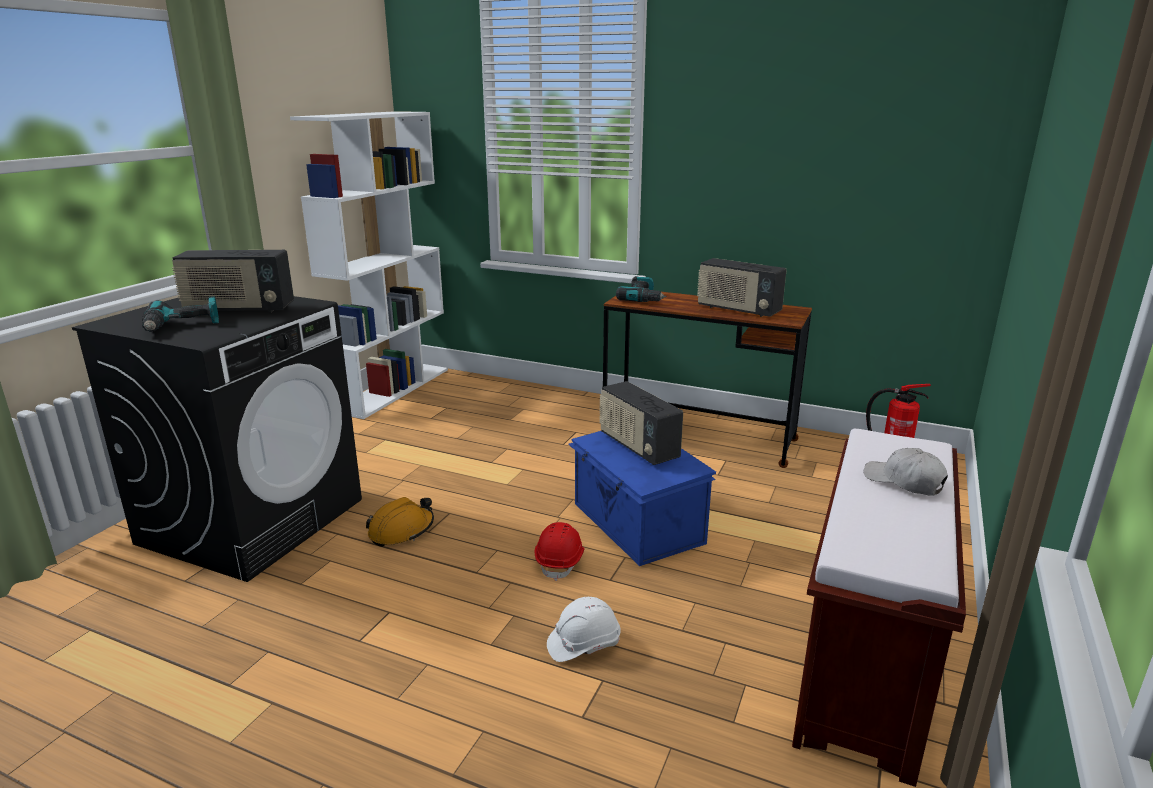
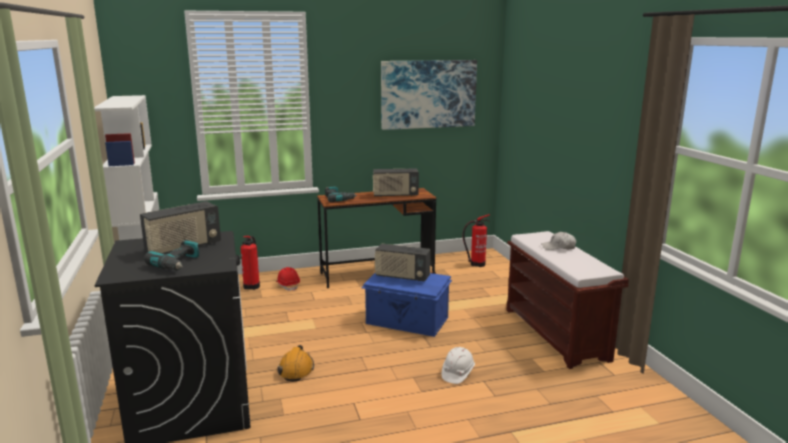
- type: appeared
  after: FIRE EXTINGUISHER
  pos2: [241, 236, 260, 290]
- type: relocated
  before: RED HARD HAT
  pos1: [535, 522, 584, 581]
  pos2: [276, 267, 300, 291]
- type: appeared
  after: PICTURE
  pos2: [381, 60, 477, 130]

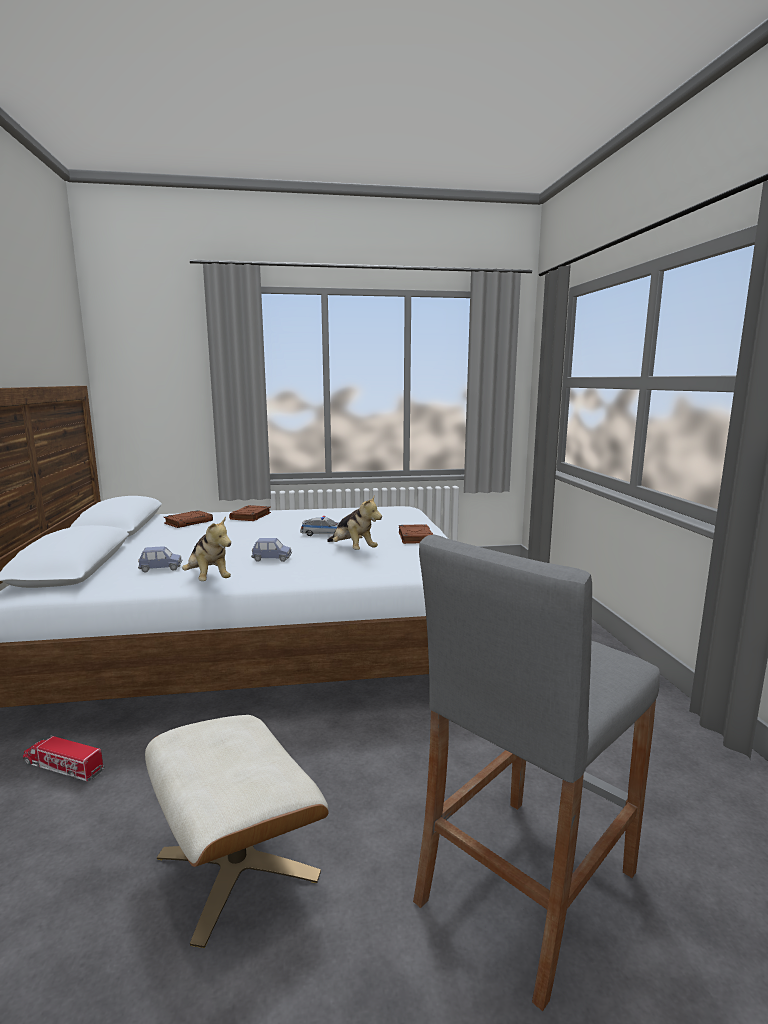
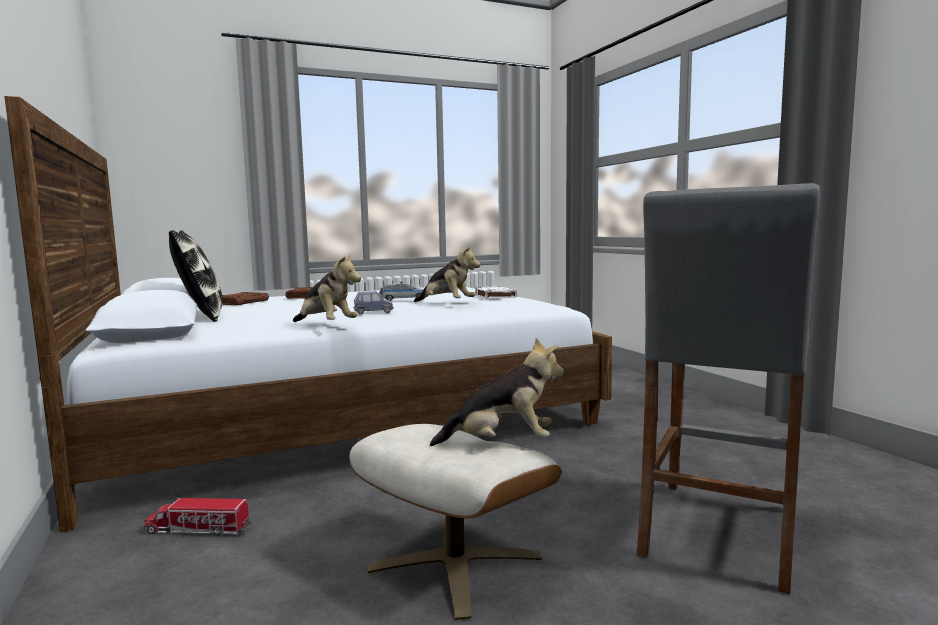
- type: appeared
  after: PILLOW
  pos2: [169, 230, 223, 322]
- type: appeared
  after: PLUSH TOY
  pos2: [430, 338, 564, 446]
- type: colour
  before: BROWN BOOK
  after: WHITE BOOK
  pos1: [399, 524, 434, 544]
  pos2: [474, 286, 517, 299]
- type: missing
  before: BLUE TOY CAR
  pos1: [138, 546, 182, 572]

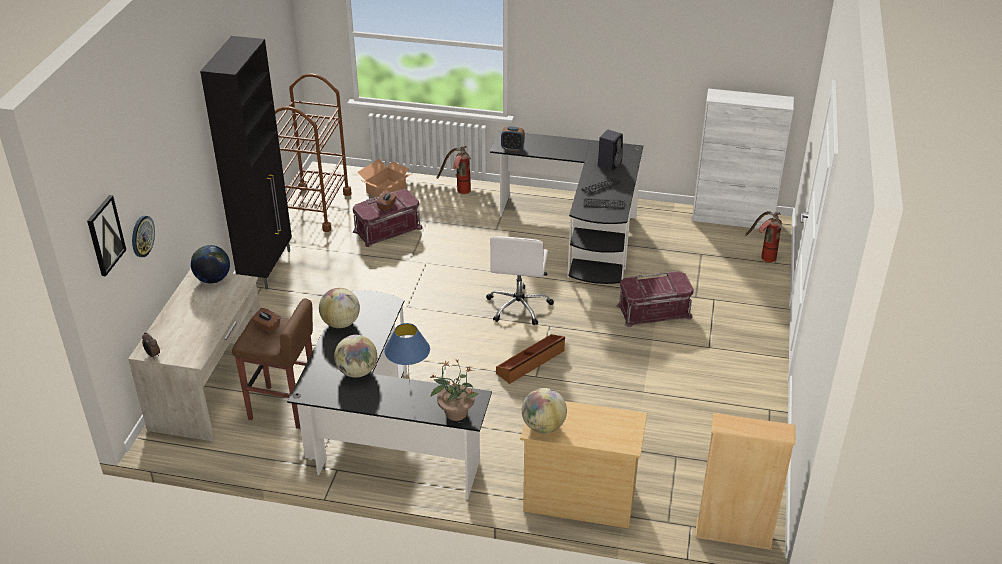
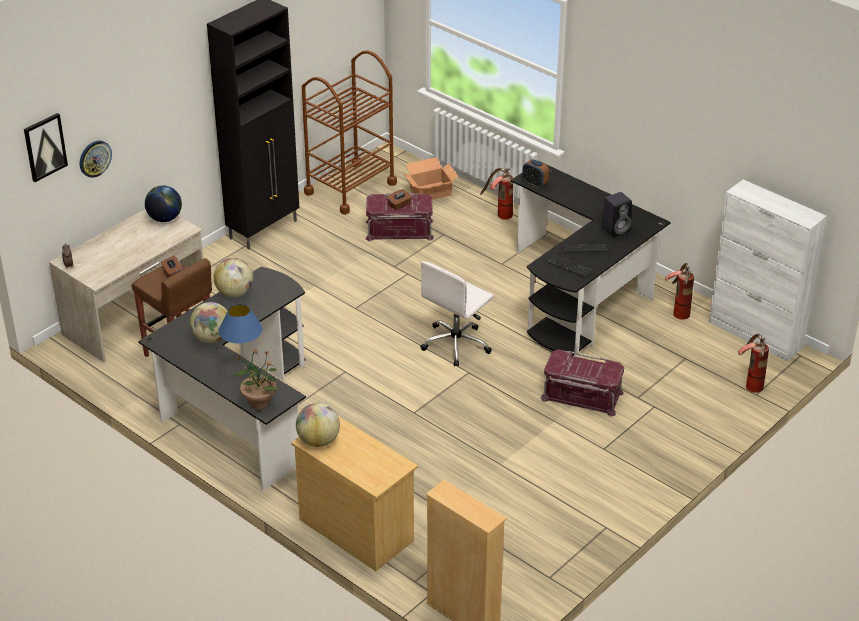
- type: appeared
  after: FIRE EXTINGUISHER
  pos2: [665, 263, 694, 320]
- type: missing
  before: BROWN STORAGE BOX
  pos1: [496, 334, 565, 384]

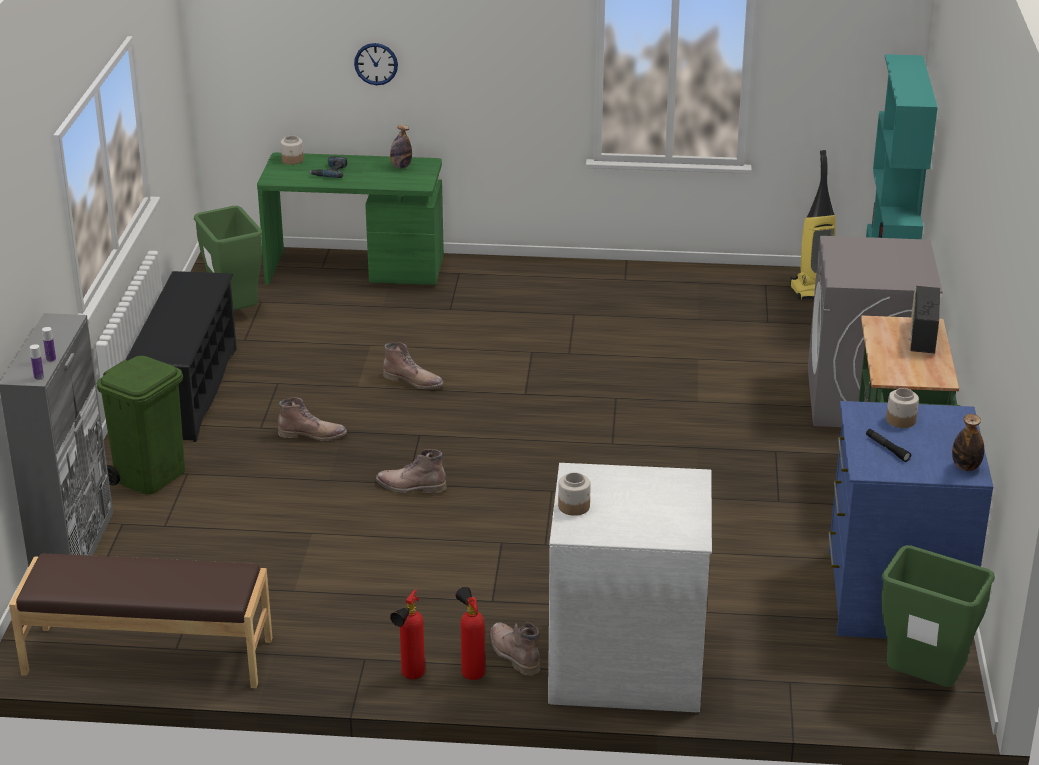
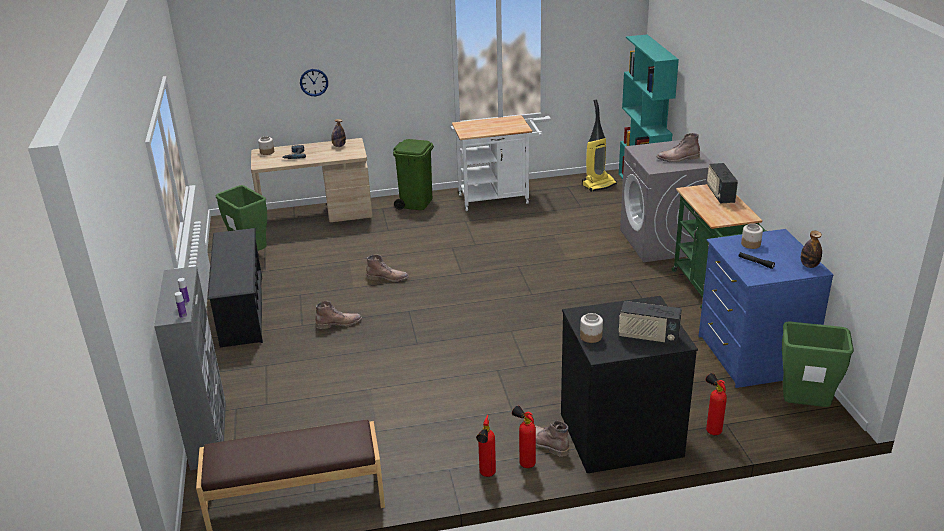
- type: colour
  before: GREEN DESK
  after: BEIGE DESK
  pos1: [257, 153, 444, 285]
  pos2: [251, 138, 373, 222]
- type: relocated
  before: GREEN TRASH CAN
  pos1: [97, 356, 185, 495]
  pos2: [393, 139, 434, 210]
- type: appeared
  after: WHITE CART
  pos2: [452, 115, 543, 211]
- type: colour
  before: WHITE DRESSER
  after: BLACK DRESSER
  pos1: [548, 463, 712, 712]
  pos2: [561, 296, 698, 473]
- type: appeared
  after: RADIO
  pos2: [619, 301, 682, 345]
- type: relocated
  before: BROWN BOOT
  pos1: [376, 449, 447, 493]
  pos2: [656, 133, 700, 162]
- type: appeared
  after: FIRE EXTINGUISHER
  pos2: [706, 373, 727, 435]

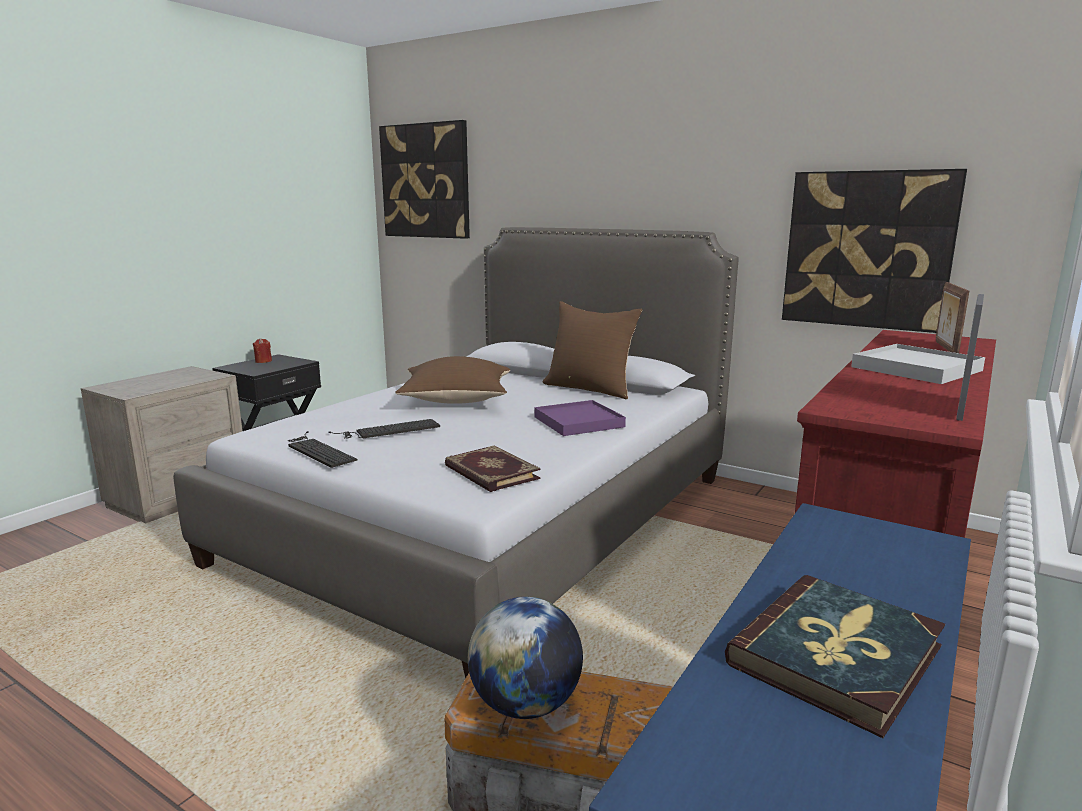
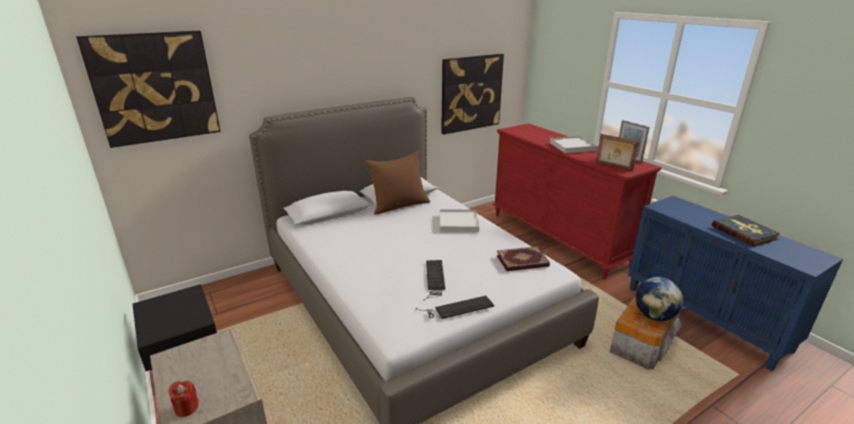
- type: relocated
  before: RED CANDLE
  pos1: [253, 338, 272, 363]
  pos2: [168, 381, 199, 417]
- type: colour
  before: PURPLE TRAY
  after: WHITE TRAY
  pos1: [534, 400, 626, 436]
  pos2: [440, 209, 479, 232]
- type: relocated
  before: PICTURE FRAME
  pos1: [936, 282, 969, 353]
  pos2: [596, 134, 639, 171]
- type: missing
  before: BROWN PILLOW
  pos1: [395, 356, 510, 404]

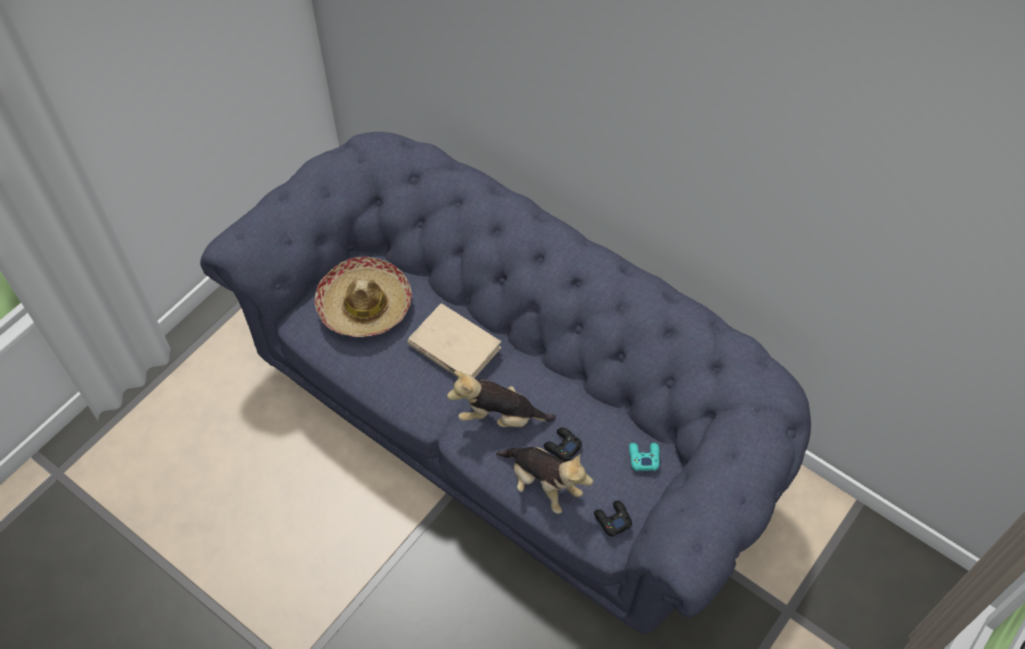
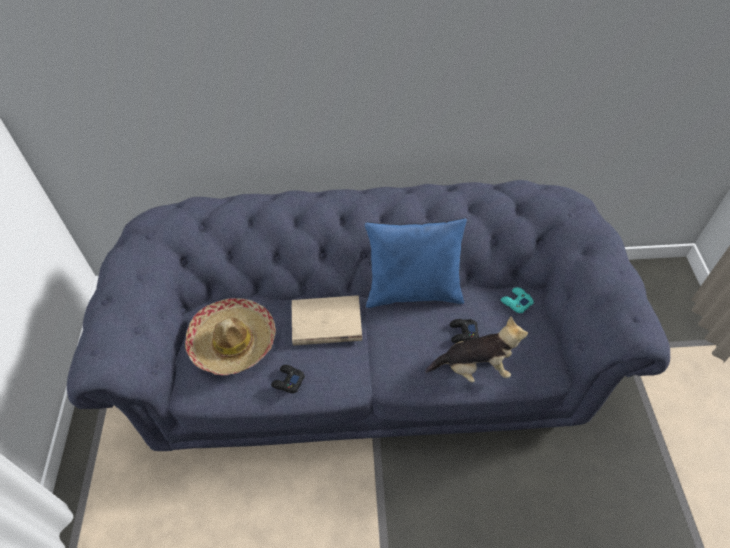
- type: relocated
  before: BLACK GAME CONTROLLER
  pos1: [594, 501, 632, 537]
  pos2: [271, 365, 305, 393]
- type: appeared
  after: BLUE PILLOW
  pos2: [365, 218, 467, 308]
- type: missing
  before: PLUSH TOY
  pos1: [447, 371, 556, 427]

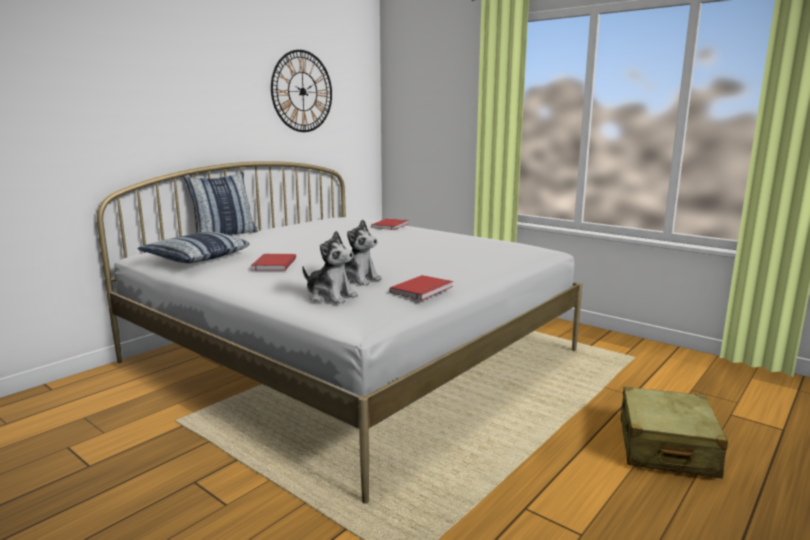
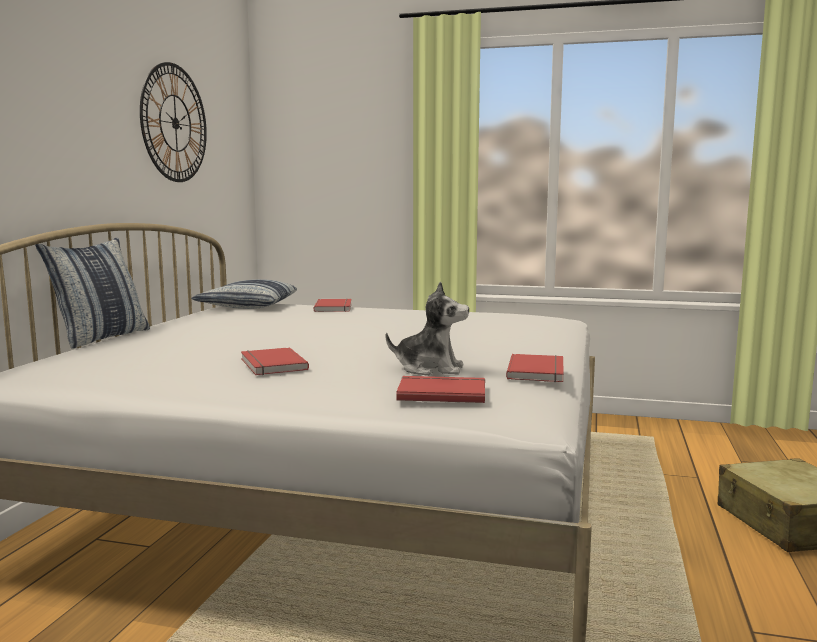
- type: relocated
  before: PILLOW
  pos1: [137, 232, 249, 264]
  pos2: [192, 279, 297, 309]
- type: exchanged
  before: PLUSH TOY
  after: RED BOOK
  pos1: [302, 231, 358, 304]
  pos2: [396, 376, 485, 403]

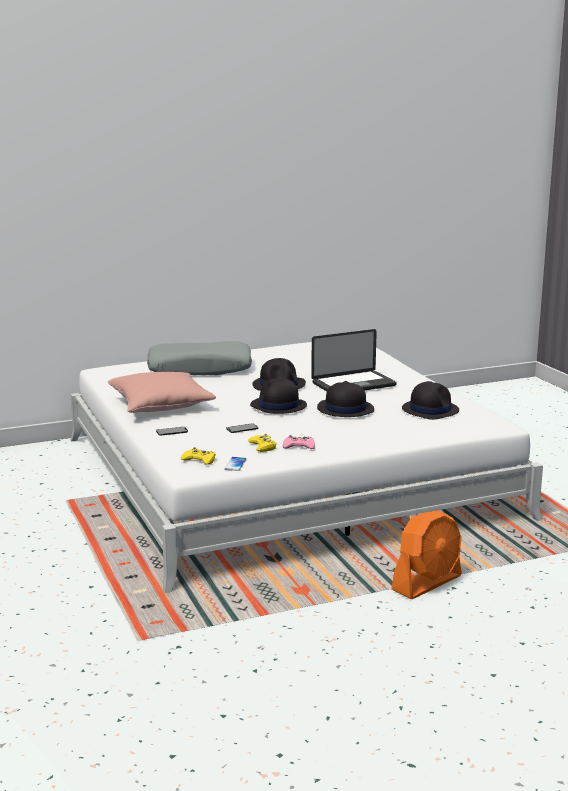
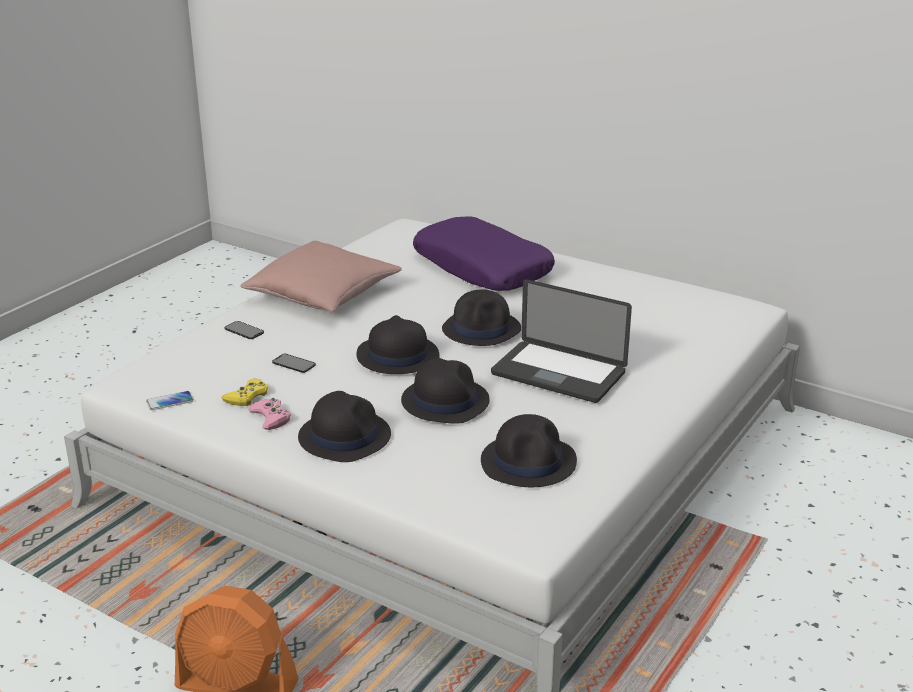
- type: appeared
  after: BLACK HAT
  pos2: [298, 391, 391, 462]
- type: colour
  before: GREY PILLOW
  after: PURPLE PILLOW
  pos1: [147, 341, 252, 375]
  pos2: [413, 216, 555, 291]
- type: missing
  before: YELLOW GAME CONTROLLER
  pos1: [181, 447, 216, 465]

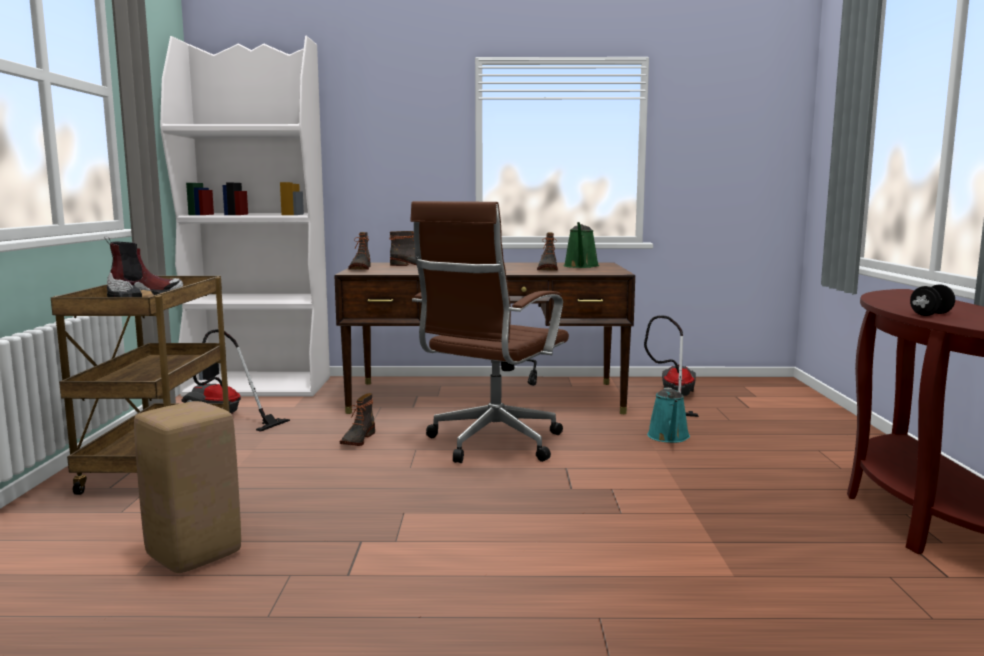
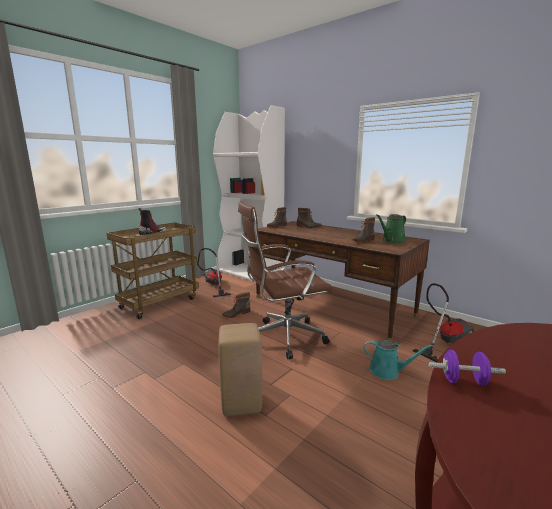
- type: relocated
  before: BEIGE STOOL
  pos1: [134, 401, 241, 573]
  pos2: [219, 323, 262, 416]
- type: spun
  before: TURQUOISE WATERING CAN
  pos1: [647, 388, 690, 443]
  pos2: [363, 340, 433, 380]
  turn: -120
- type: colour
  before: BLACK DUMBBELL
  after: PURPLE DUMBBELL
  pos1: [910, 285, 955, 316]
  pos2: [429, 350, 506, 386]

